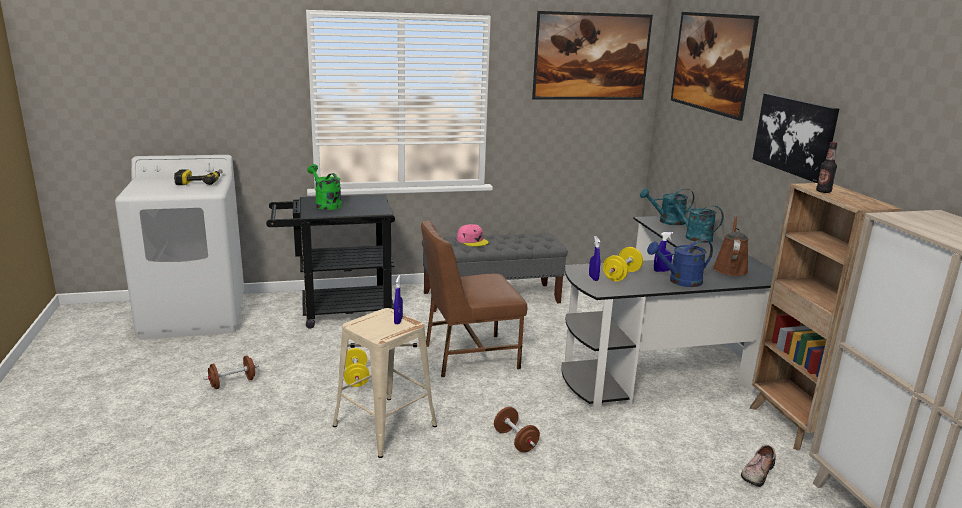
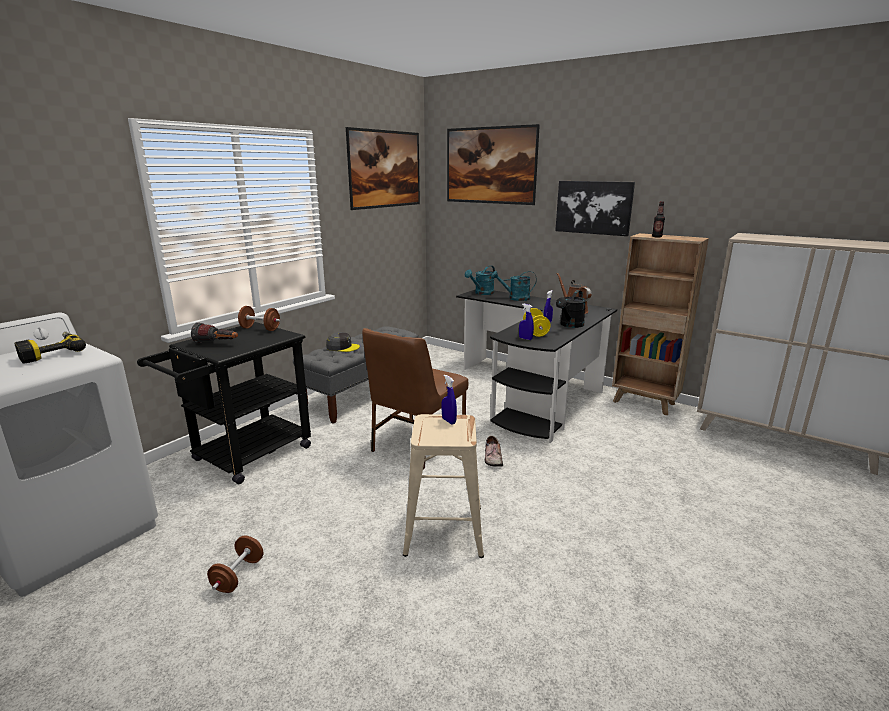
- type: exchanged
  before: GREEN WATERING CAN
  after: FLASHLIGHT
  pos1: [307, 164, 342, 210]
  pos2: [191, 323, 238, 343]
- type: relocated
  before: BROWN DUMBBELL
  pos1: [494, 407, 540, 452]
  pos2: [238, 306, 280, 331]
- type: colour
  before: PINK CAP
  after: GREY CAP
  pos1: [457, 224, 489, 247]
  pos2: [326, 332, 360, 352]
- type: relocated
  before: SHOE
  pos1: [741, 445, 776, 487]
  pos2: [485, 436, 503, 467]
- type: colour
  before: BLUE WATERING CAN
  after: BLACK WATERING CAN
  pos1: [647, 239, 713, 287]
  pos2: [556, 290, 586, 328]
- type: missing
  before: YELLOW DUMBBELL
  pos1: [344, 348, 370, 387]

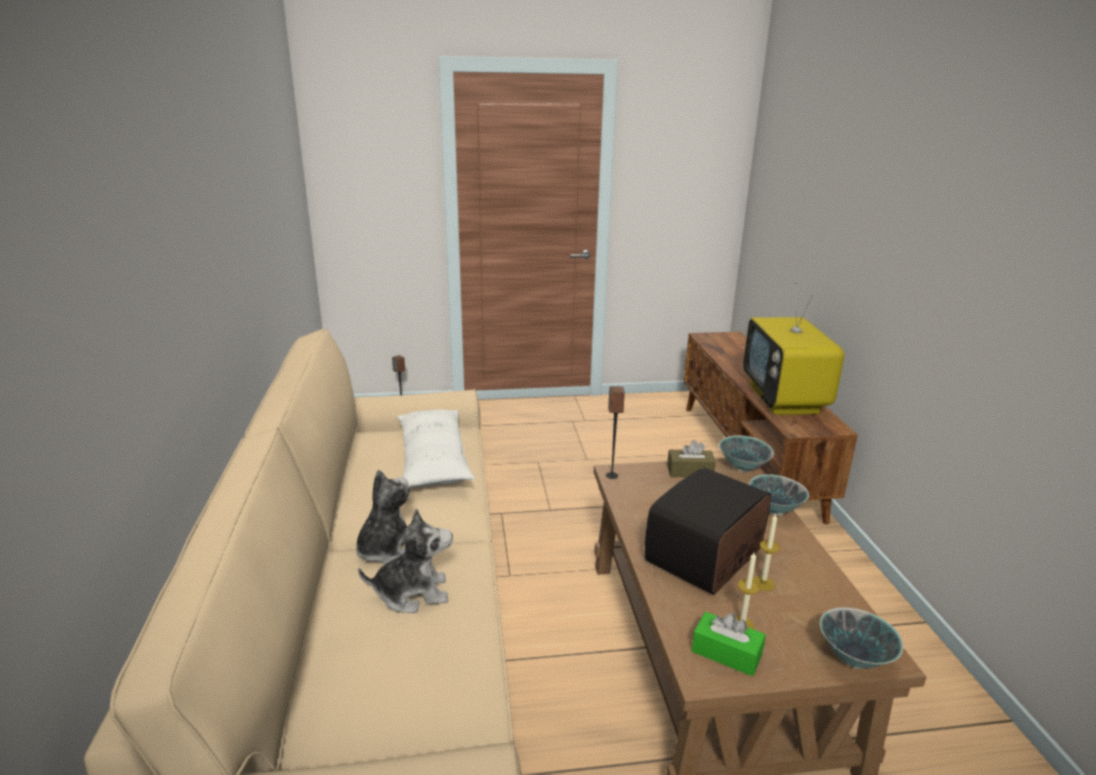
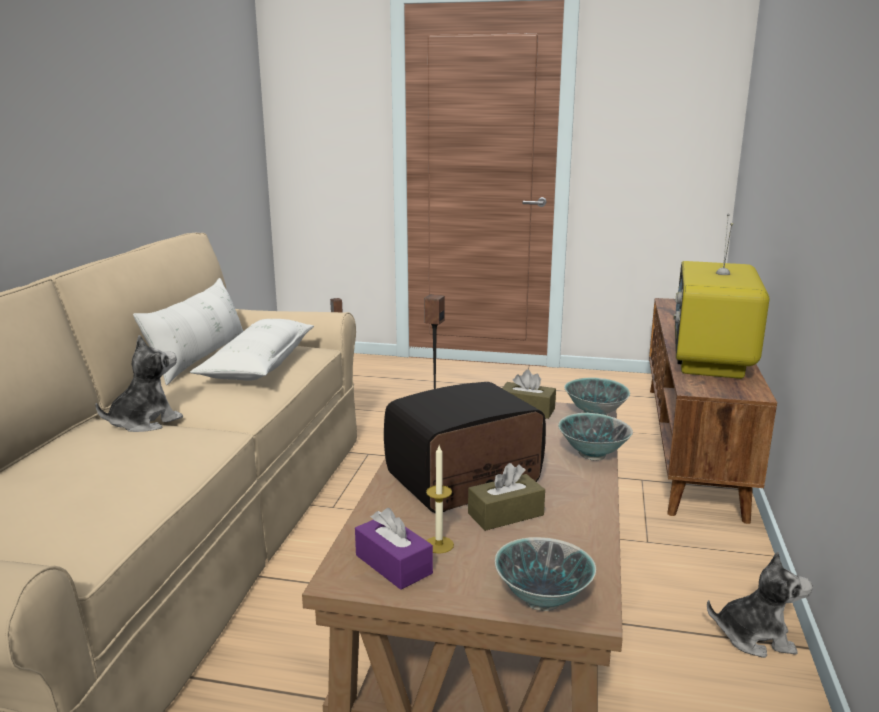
- type: appeared
  after: WHITE PILLOW
  pos2: [133, 278, 243, 385]
- type: colour
  before: GREEN TISSUE BOX
  after: PURPLE TISSUE BOX
  pos1: [692, 612, 766, 676]
  pos2: [355, 508, 433, 590]
- type: exchanged
  before: CANDLE
  after: BROWN TISSUE BOX
  pos1: [752, 513, 780, 591]
  pos2: [468, 463, 545, 531]
- type: relocated
  before: PLUSH TOY
  pos1: [358, 509, 453, 613]
  pos2: [707, 551, 813, 658]

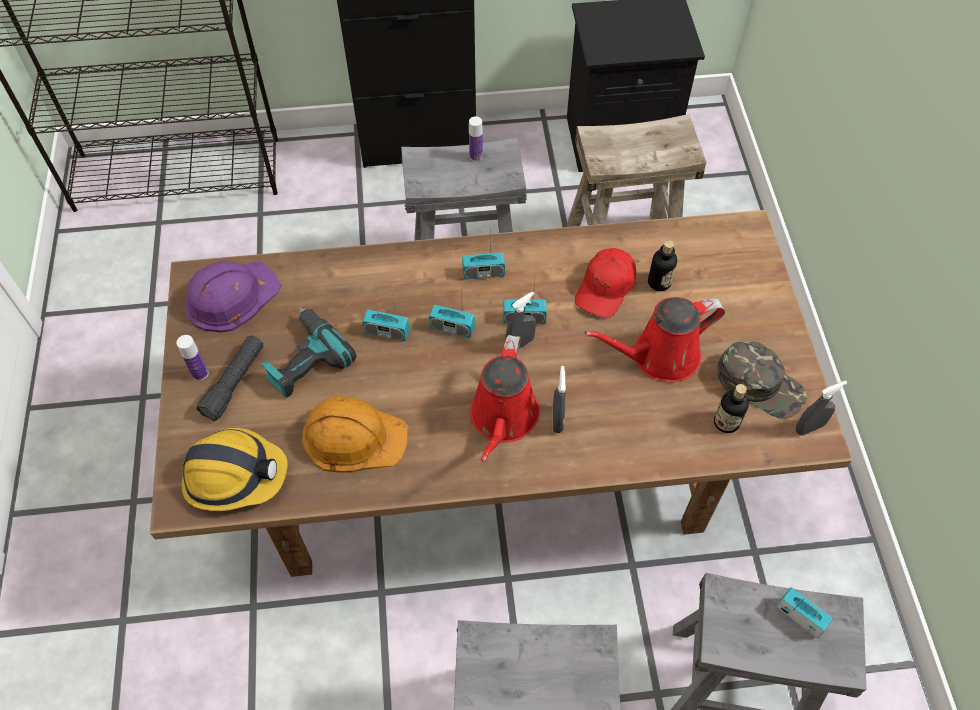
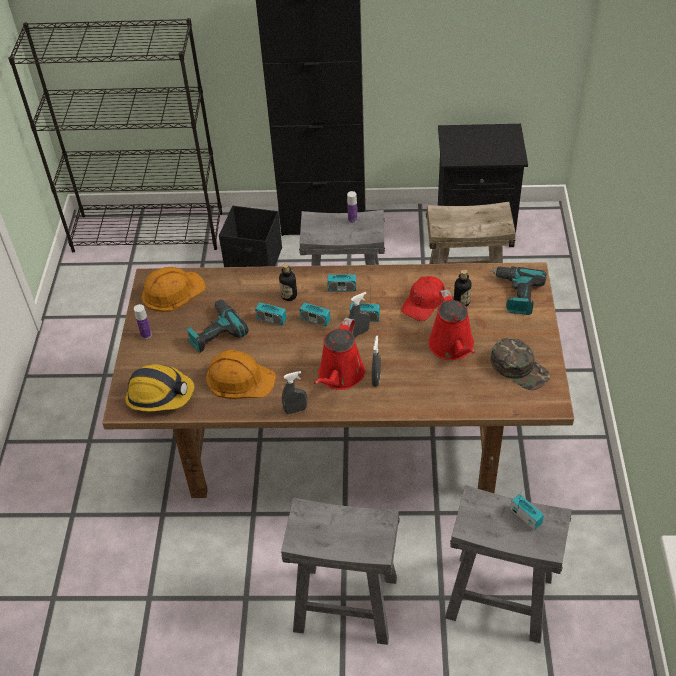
- type: colour
  before: PURPLE HARD HAT
  after: ORANGE HARD HAT
  pos1: [185, 261, 281, 333]
  pos2: [142, 267, 206, 312]
- type: appeared
  after: BLACK STORAGE BOX
  pos2: [219, 206, 282, 267]
- type: relocated
  before: BOTTLE
  pos1: [714, 384, 749, 433]
  pos2: [279, 263, 297, 301]
- type: relocated
  before: GREY SPRAY BOTTLE
  pos1: [795, 380, 847, 436]
  pos2: [282, 371, 307, 414]
- type: spun
  before: RED WATERING CAN
  pos1: [585, 297, 725, 382]
  pos2: [428, 289, 475, 360]
  turn: -90
- type: appeared
  after: POWER DRILL
  pos2: [491, 266, 547, 315]
- type: missing
  before: BLACK FLASHLIGHT
  pos1: [196, 335, 263, 421]

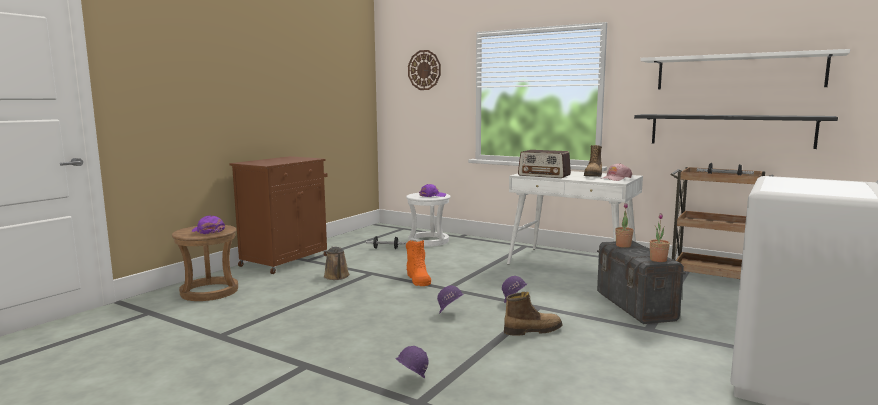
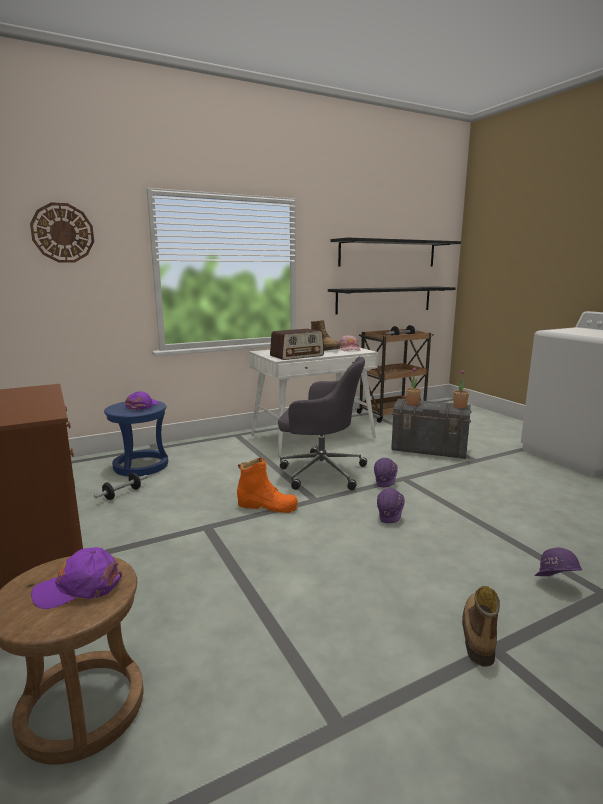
- type: colour
  before: WHITE STOOL
  after: BLUE STOOL
  pos1: [406, 193, 450, 247]
  pos2: [104, 401, 168, 476]
- type: appeared
  after: GREY OFFICE CHAIR
  pos2: [278, 356, 367, 490]
- type: colour
  before: WHITE SHELF
  after: BLACK SHELF
  pos1: [640, 49, 850, 89]
  pos2: [330, 238, 461, 267]
- type: relocated
  before: BOOT
  pos1: [504, 292, 562, 336]
  pos2: [462, 586, 500, 666]
- type: missing
  before: BROWN WATERING CAN
  pos1: [324, 246, 350, 280]

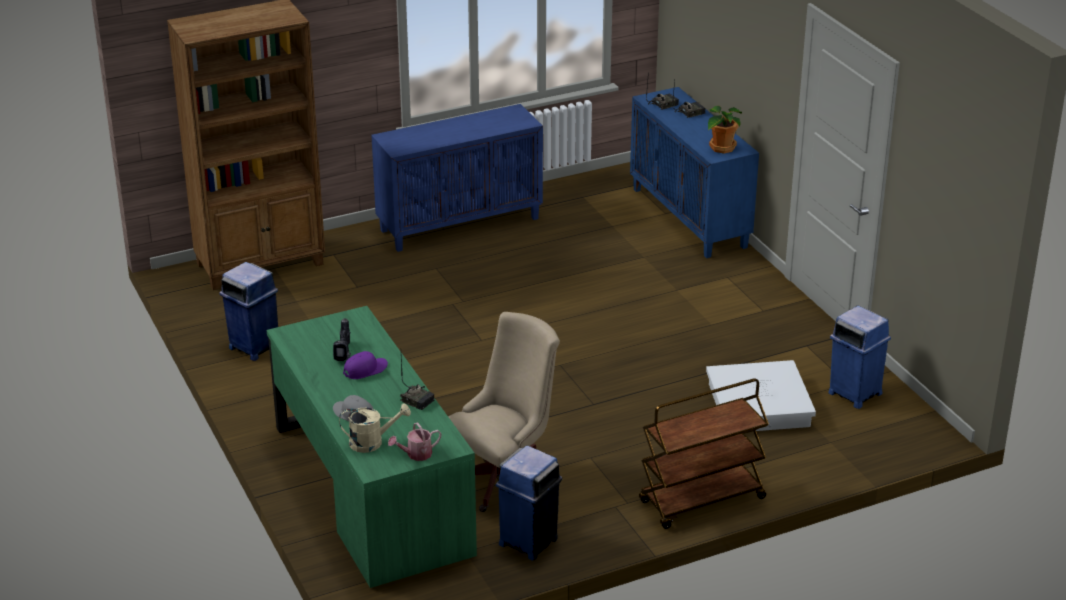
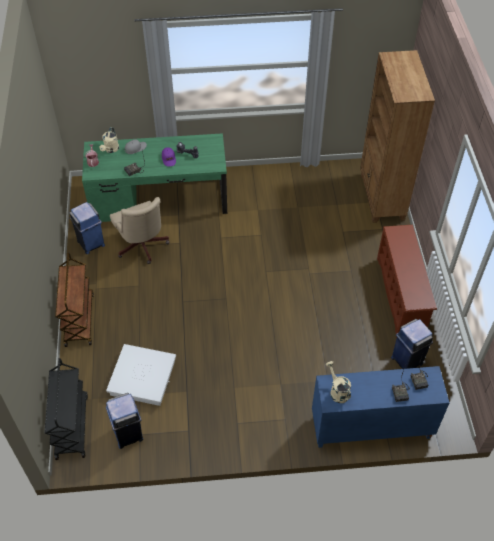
- type: appeared
  after: BLACK CART
  pos2: [44, 358, 88, 460]
- type: exchanged
  before: POTTED PLANT
  after: BEIGE WATERING CAN
  pos1: [708, 105, 742, 153]
  pos2: [326, 361, 351, 403]
- type: exchanged
  before: BLUE CABINET
  after: BROWN SHOE RACK
  pos1: [371, 104, 543, 252]
  pos2: [377, 225, 437, 338]
- type: relocated
  before: BLUE TRASH CAN
  pos1: [219, 262, 278, 361]
  pos2: [391, 319, 433, 369]

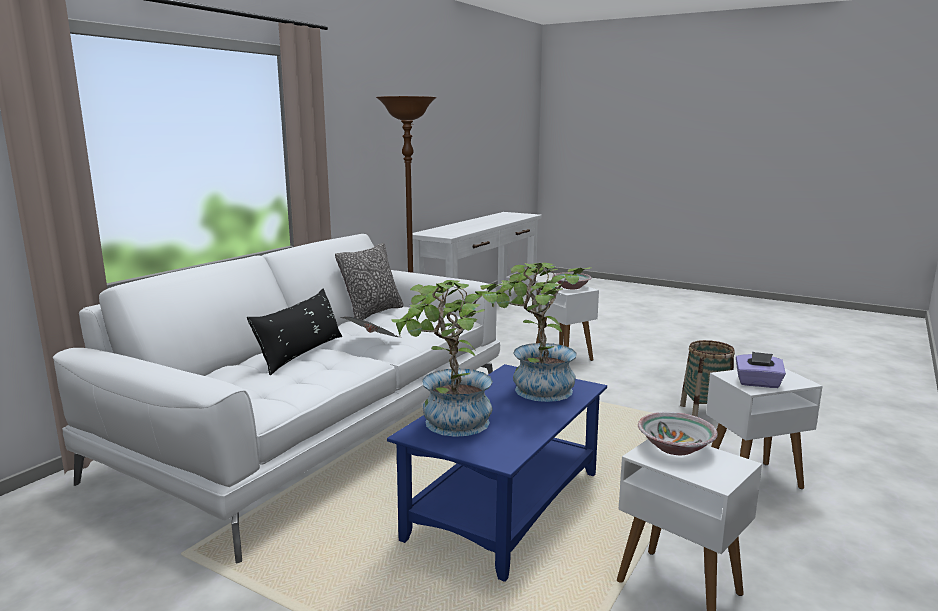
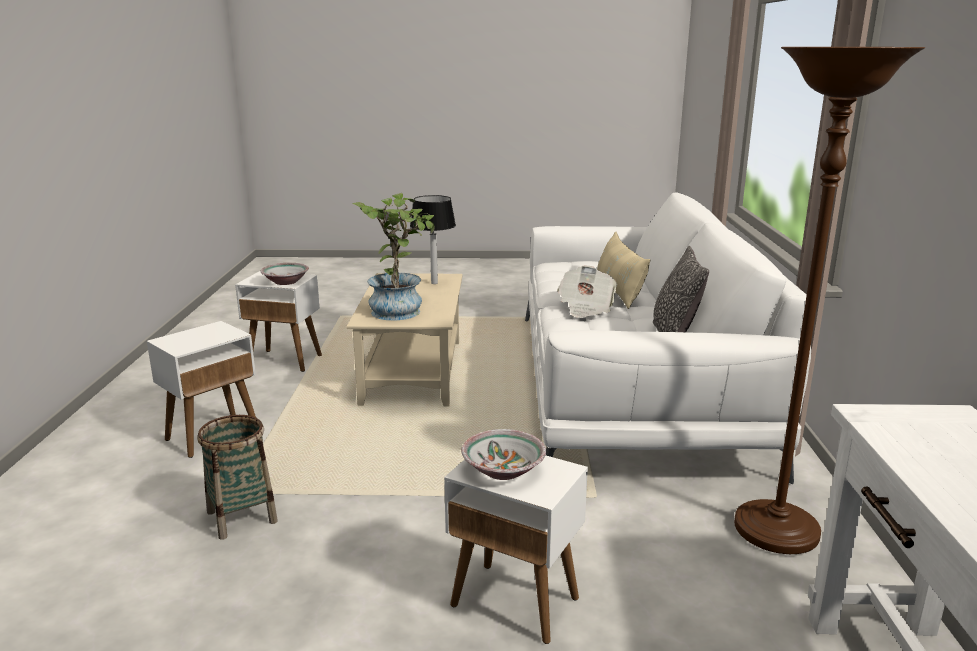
- type: colour
  before: BLUE COFFEE TABLE
  after: BEIGE COFFEE TABLE
  pos1: [387, 364, 607, 582]
  pos2: [346, 273, 463, 406]
- type: exchanged
  before: POTTED PLANT
  after: TABLE LAMP
  pos1: [391, 280, 507, 437]
  pos2: [410, 195, 456, 284]
- type: colour
  before: BLACK PILLOW
  after: BEIGE PILLOW
  pos1: [247, 289, 342, 375]
  pos2: [597, 232, 650, 309]
- type: missing
  before: PURPLE TISSUE BOX
  pos1: [736, 352, 786, 388]

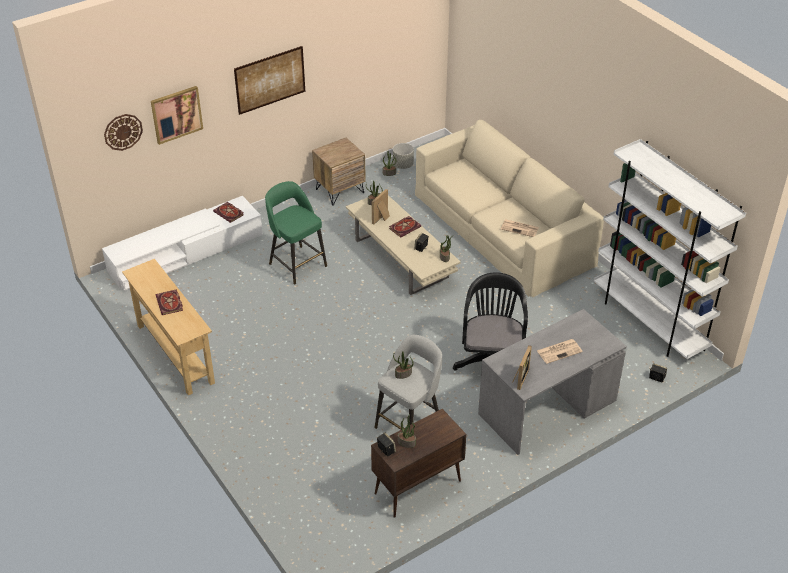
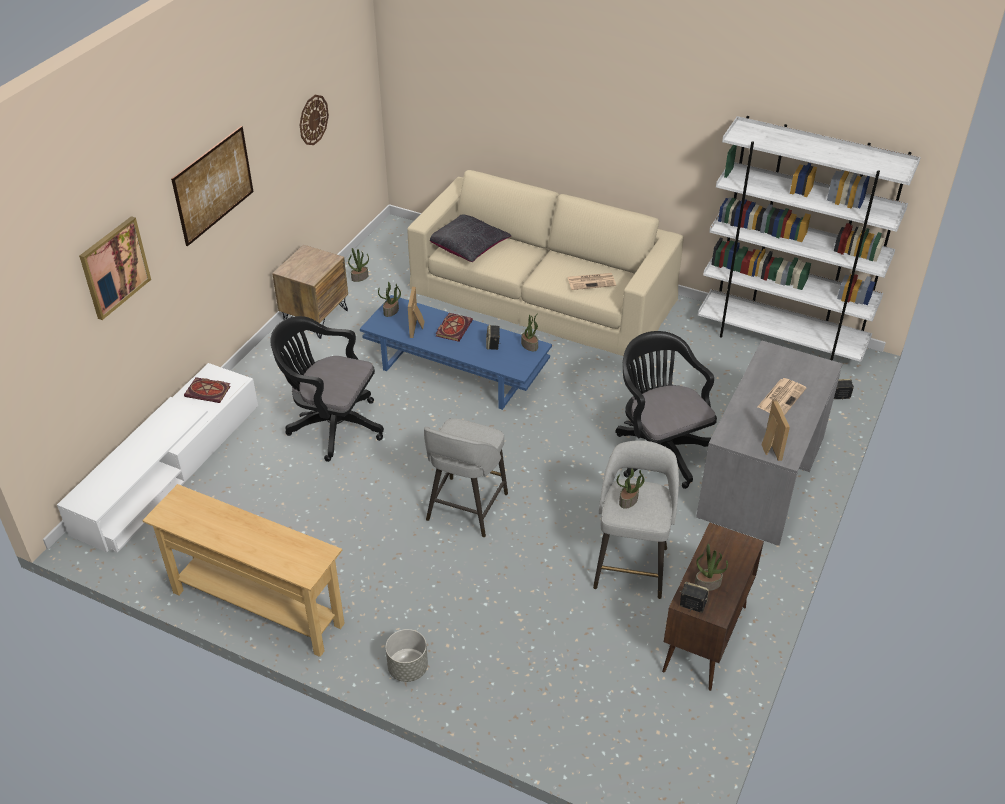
- type: exchanged
  before: GREEN STOOL
  after: BLACK OFFICE CHAIR
  pos1: [265, 181, 327, 285]
  pos2: [270, 316, 384, 462]
- type: relocated
  before: WALL CLOCK
  pos1: [104, 114, 143, 151]
  pos2: [300, 95, 329, 145]
- type: colour
  before: BEIGE COFFEE TABLE
  after: BLUE COFFEE TABLE
  pos1: [346, 192, 461, 295]
  pos2: [360, 295, 552, 410]
- type: relocated
  before: GREY PLANTER
  pos1: [393, 143, 414, 169]
  pos2: [386, 629, 428, 682]
- type: appeared
  after: GREY STOOL
  pos2: [424, 418, 508, 537]
- type: appeared
  after: BLACK PILLOW
  pos2: [430, 215, 511, 262]
- type: missing
  before: BOOK
  pos1: [156, 289, 183, 315]

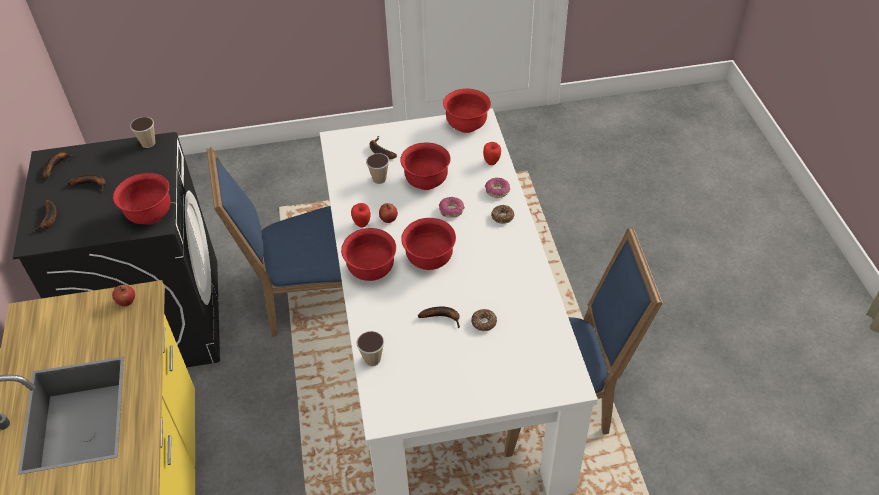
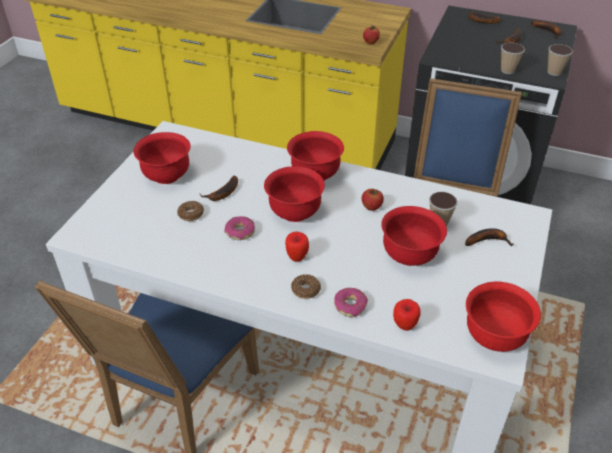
- type: relocated
  before: RED BOWL
  pos1: [113, 173, 171, 225]
  pos2: [134, 132, 191, 184]
- type: relocated
  before: DONUT
  pos1: [439, 197, 465, 218]
  pos2: [224, 216, 255, 240]
- type: relocated
  before: APPLE
  pos1: [351, 203, 370, 228]
  pos2: [285, 232, 309, 262]
- type: relocated
  before: CUP
  pos1: [356, 331, 384, 366]
  pos2: [501, 43, 525, 74]

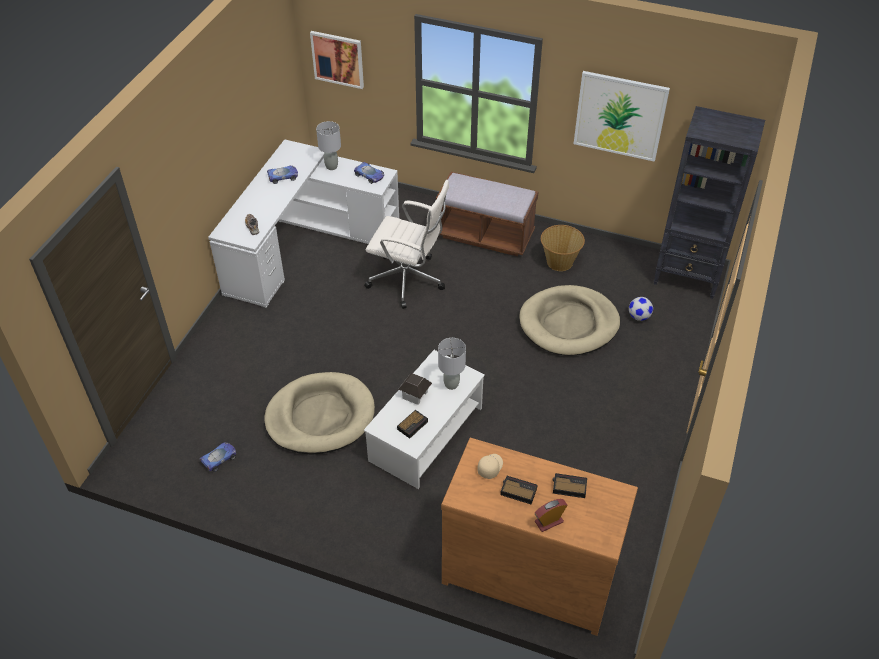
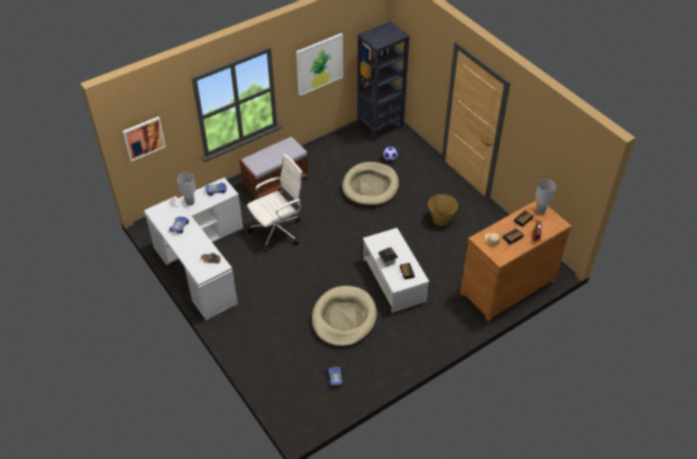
- type: relocated
  before: BASKET
  pos1: [541, 225, 585, 271]
  pos2: [428, 194, 458, 226]
- type: relocated
  before: GREY TABLE LAMP
  pos1: [438, 338, 466, 390]
  pos2: [535, 179, 556, 214]

